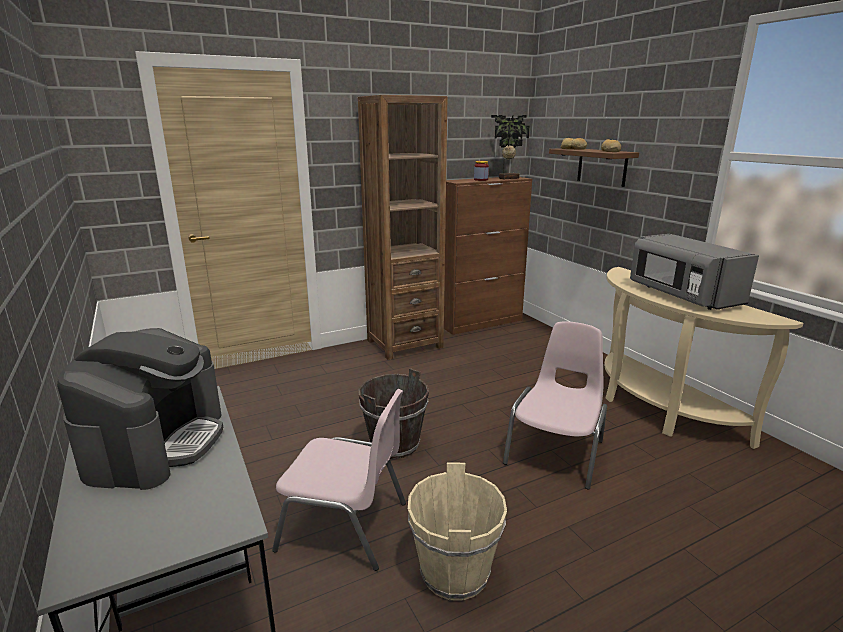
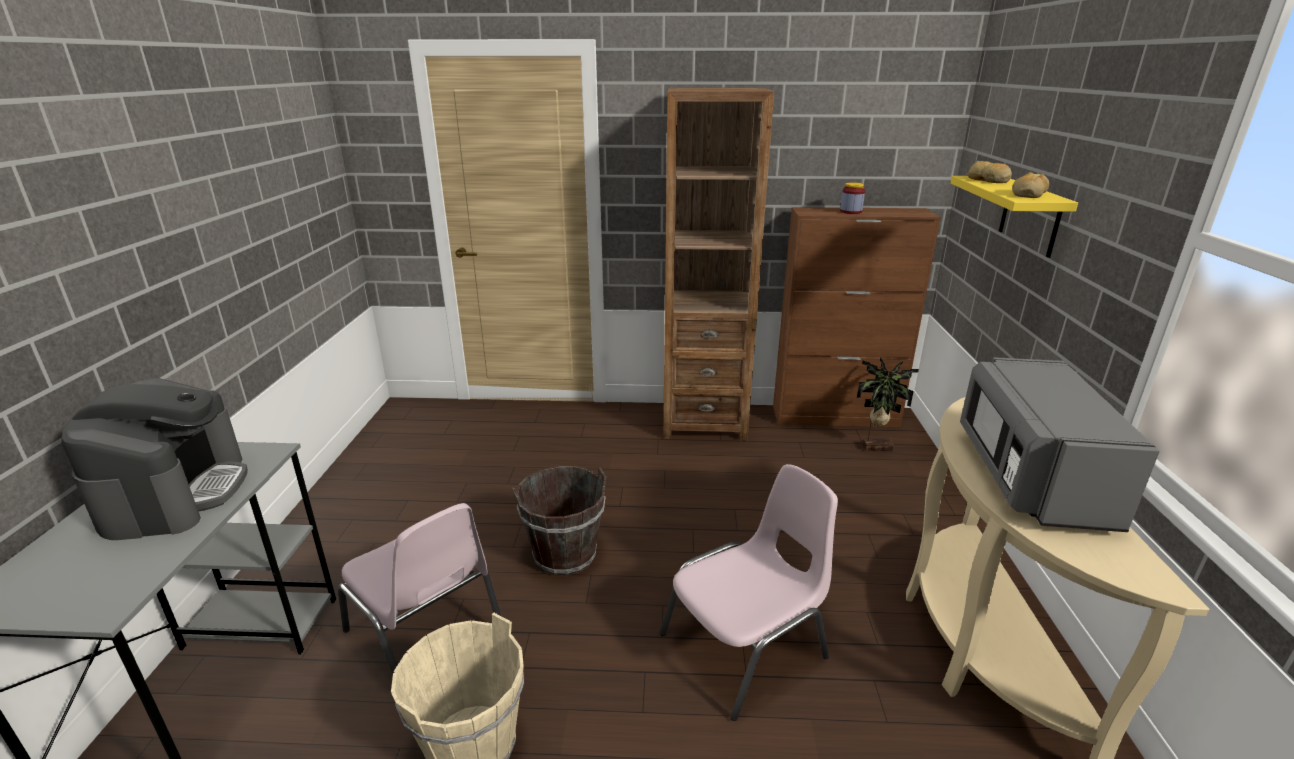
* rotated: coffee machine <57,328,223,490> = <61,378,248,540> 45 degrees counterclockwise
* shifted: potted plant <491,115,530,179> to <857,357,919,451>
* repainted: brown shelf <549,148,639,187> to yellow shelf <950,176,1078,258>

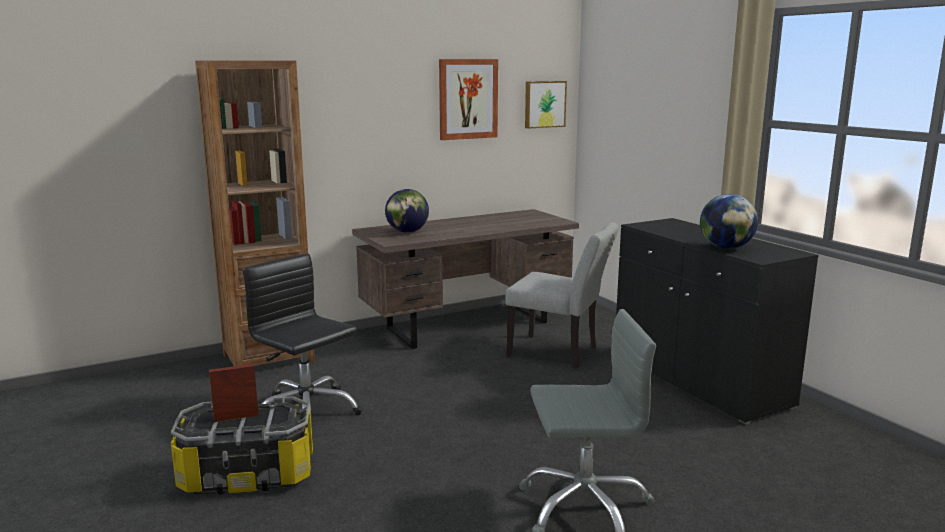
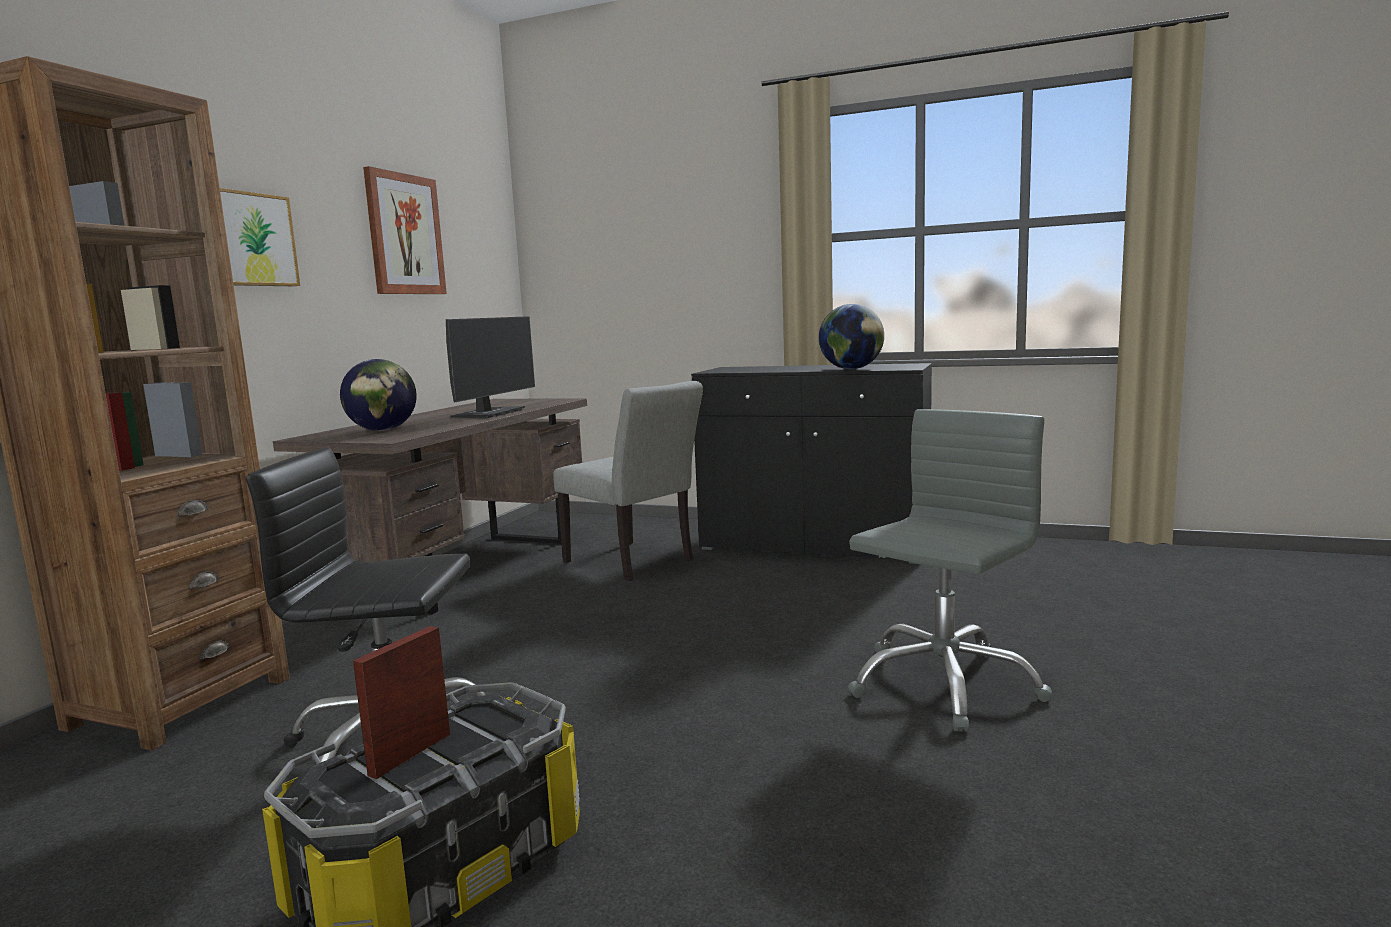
* rotated: grey chair <505,222,619,368> = <554,381,703,581> 60 degrees clockwise
* shifted: picture <525,81,567,129> to <220,188,300,286>
* new: monitor <446,316,535,418>

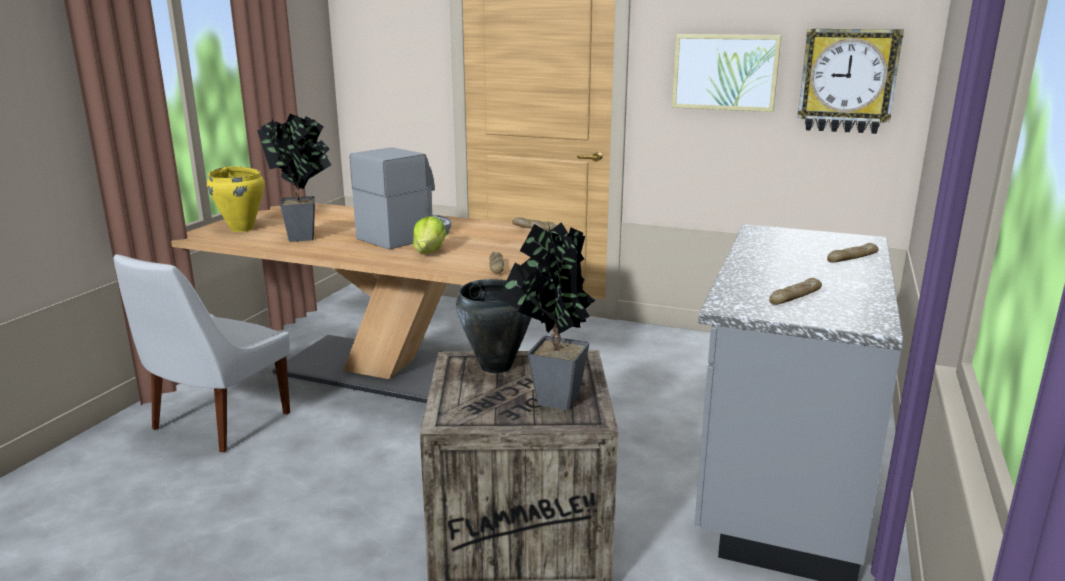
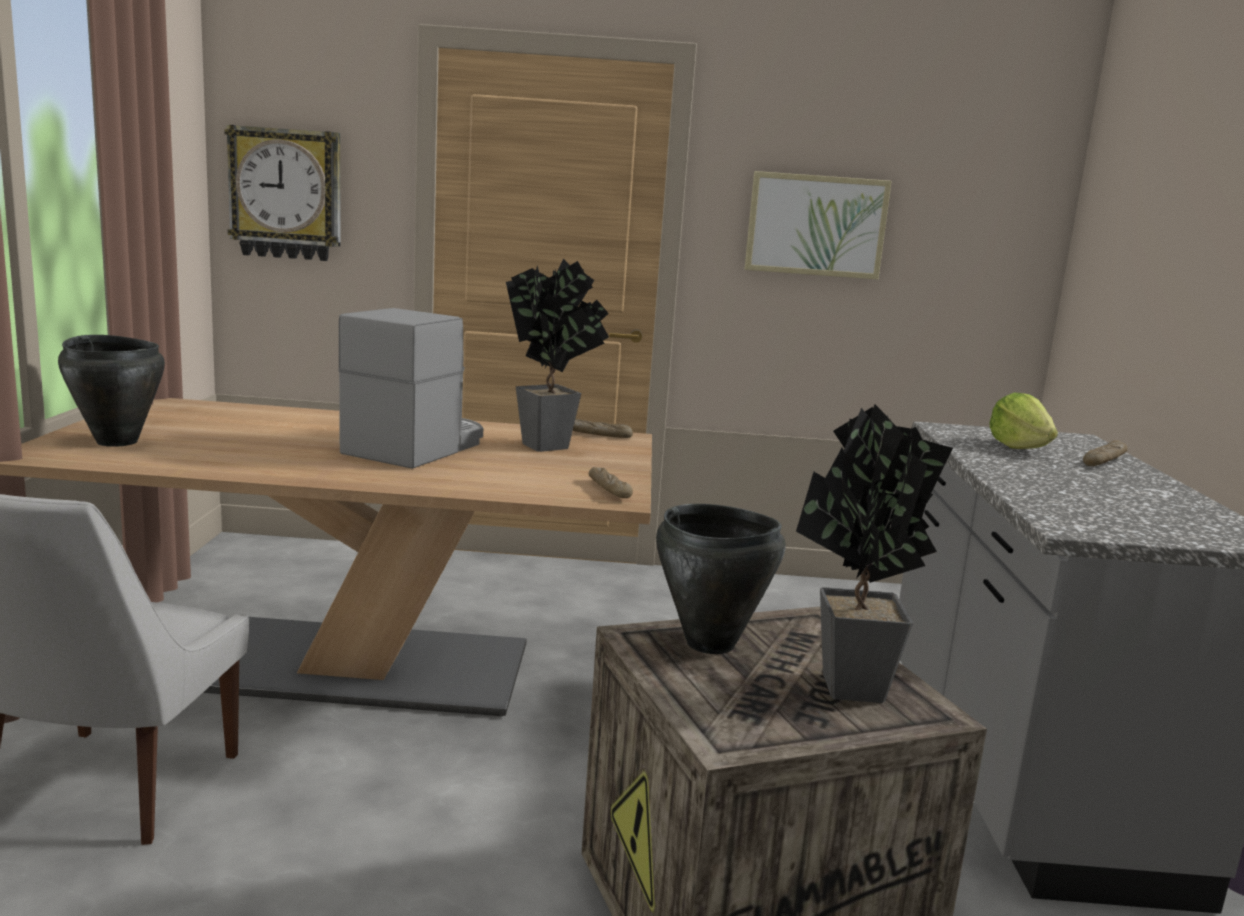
* repainted: yellow cooking pot <207,167,265,232> to black cooking pot <58,335,165,447>
* shifted: potted plant <257,114,331,242> to <506,259,609,452>
* shifted: lettuce <413,216,446,253> to <989,393,1058,449>
* gone: bread <769,278,822,305>
* shifted: wall clock <798,29,904,134> to <224,125,341,261>

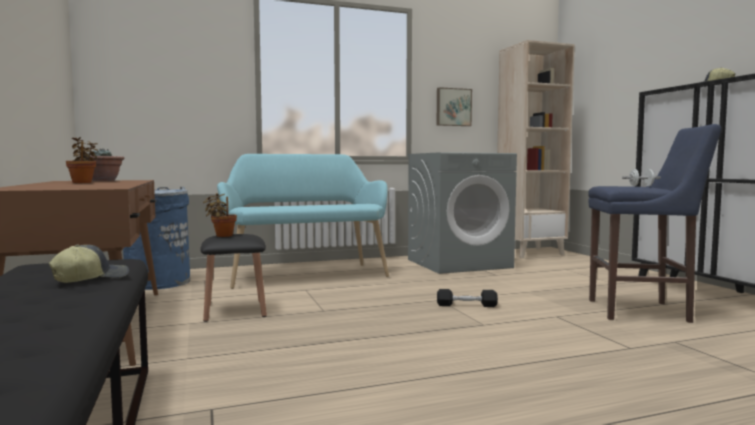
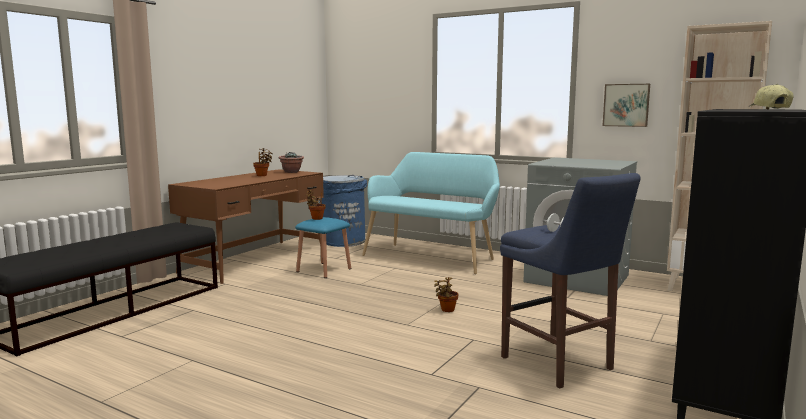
* gone: cap <49,245,129,283>
* repainted: black stool <200,234,267,322> to blue stool <295,217,351,278>
* swapped: black dumbbell <437,289,498,307> to potted plant <434,277,458,312>

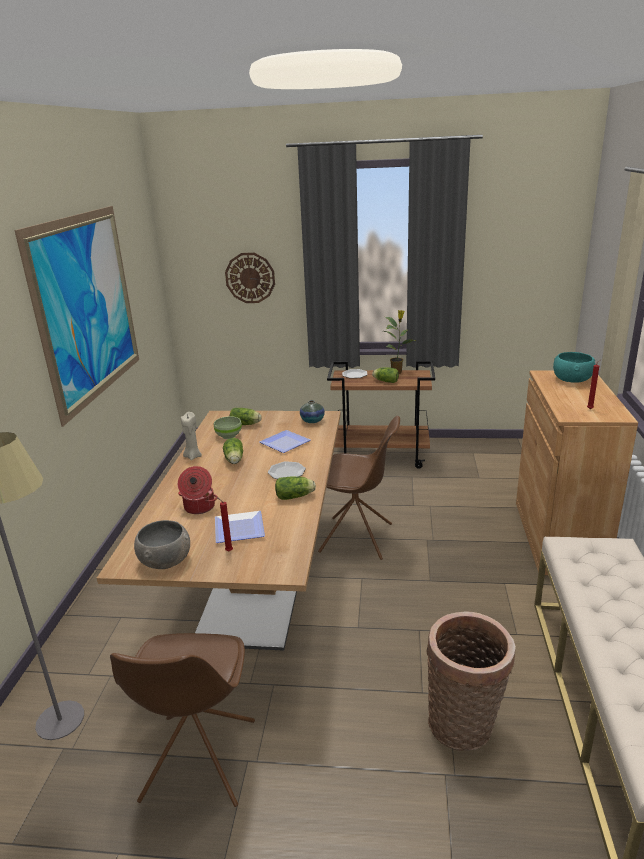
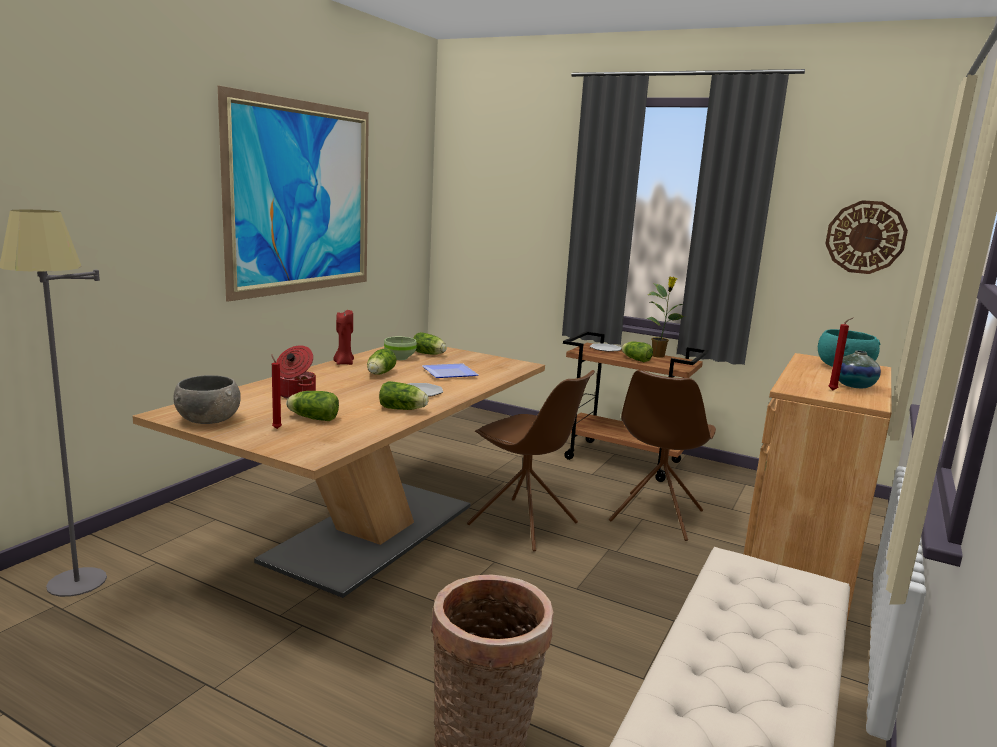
* shifted: brown chair <110,633,255,807> to <609,370,716,541>
* repainted: beige candle <181,412,202,460> to red candle <333,310,354,365>
* swapped: plate <215,511,265,543> to lettuce <286,391,339,421>
* shifted: wall clock <225,253,275,303> to <825,200,908,274>
* shifted: vase <300,400,325,423> to <839,350,881,388>

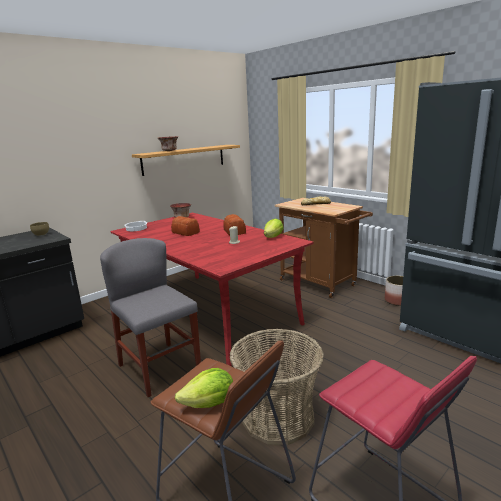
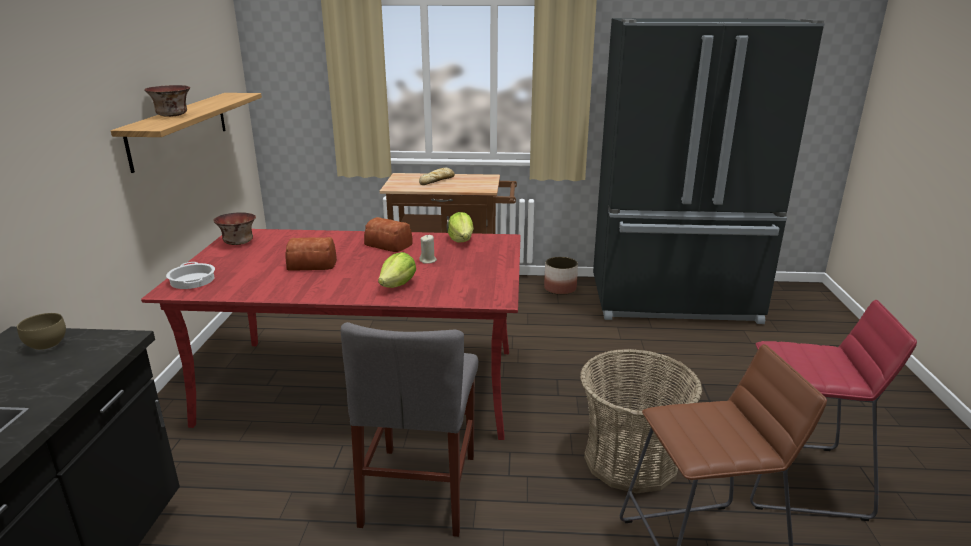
* rotated: grey chair <100,238,201,397> = <341,322,478,537> 90 degrees counterclockwise
* shifted: lettuce <175,368,233,408> to <378,252,416,288>

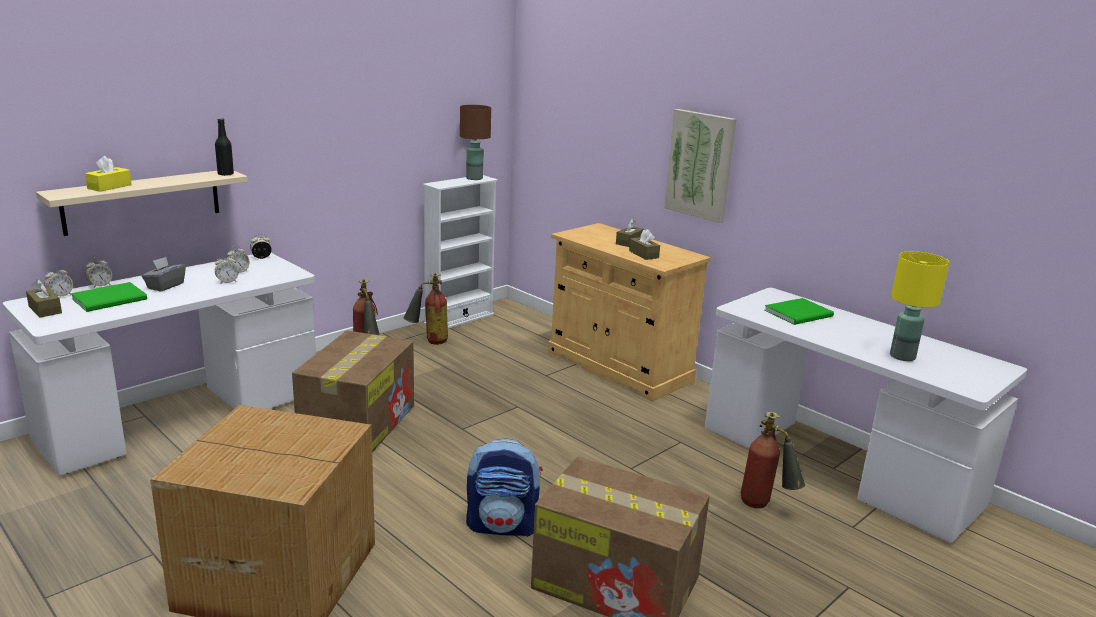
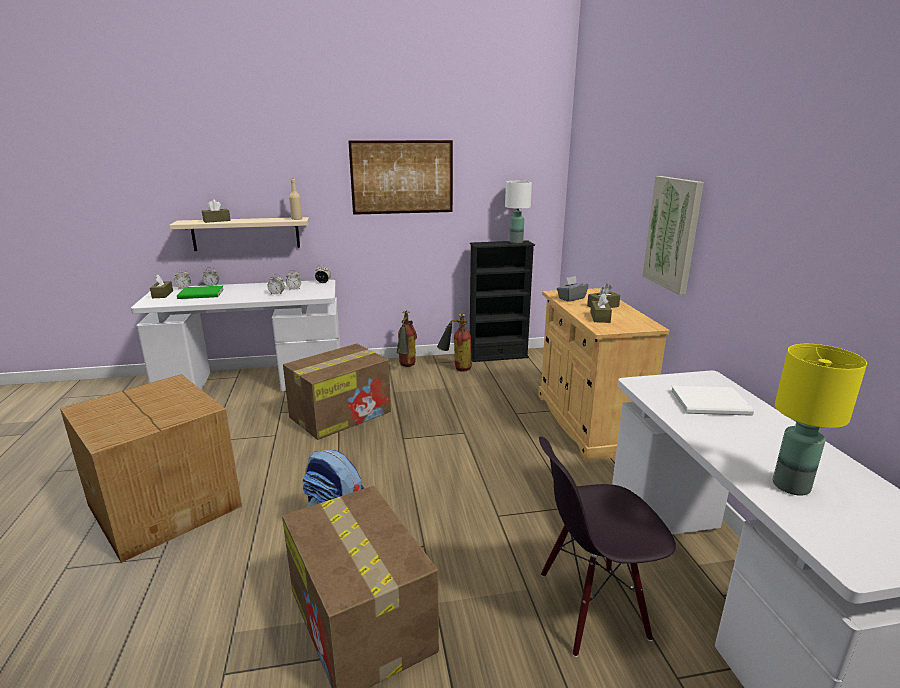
* repainted: yellow tissue box <85,156,132,192> to brown tissue box <202,200,231,223>
* shifted: grey tissue box <142,257,186,292> to <557,276,589,302>
* repainted: black bottle <215,118,234,176> to beige bottle <289,179,302,220>
* repainted: white bookcase <423,175,498,329> to black bookcase <470,240,535,362>
* repainted: brown table lamp <460,105,491,180> to white table lamp <505,181,532,243>
* swapped: fire extinguisher <741,412,805,508> to black chair <539,437,676,657>
* repainted: green book <764,298,834,325> to white book <671,386,754,416>
* new: picture <348,140,453,215>

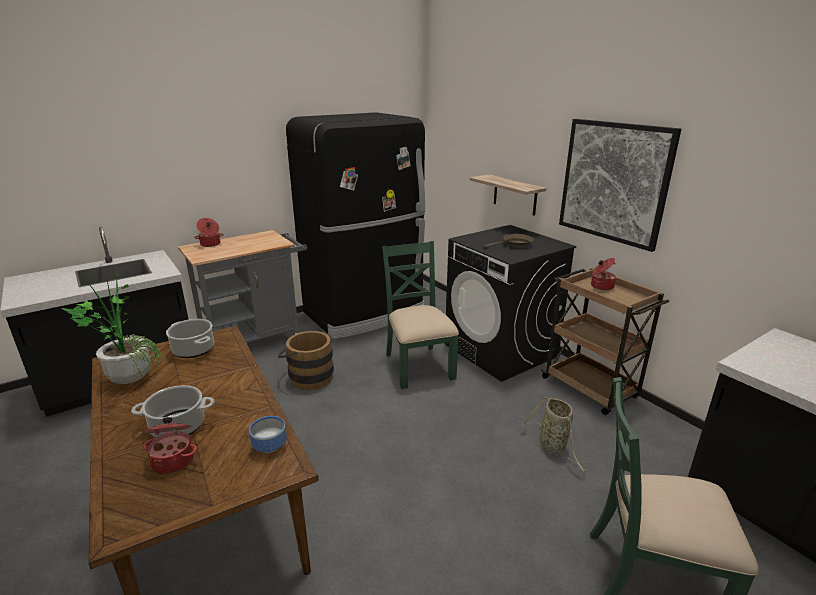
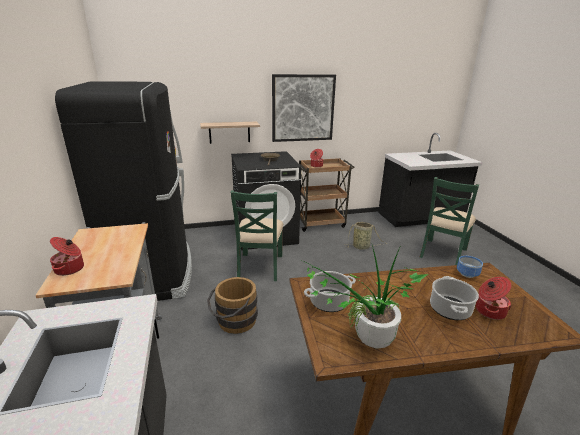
* rotated: green chair <382,241,459,389> = <231,190,283,281> 90 degrees counterclockwise

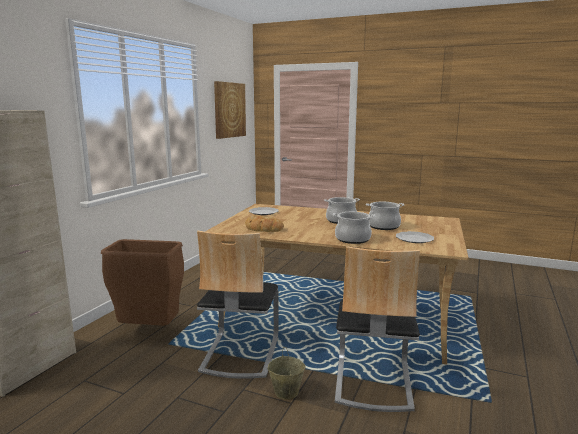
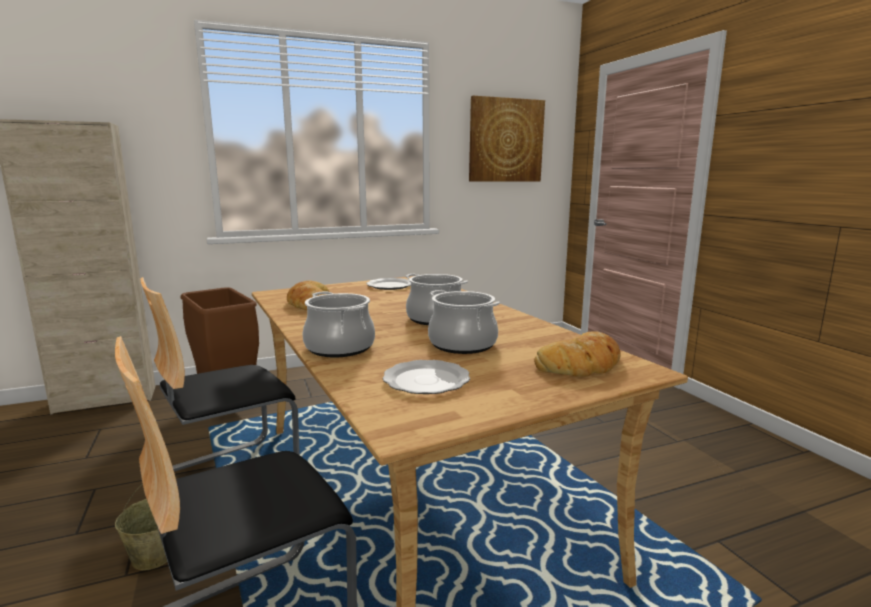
* new: bread <534,331,620,377>

